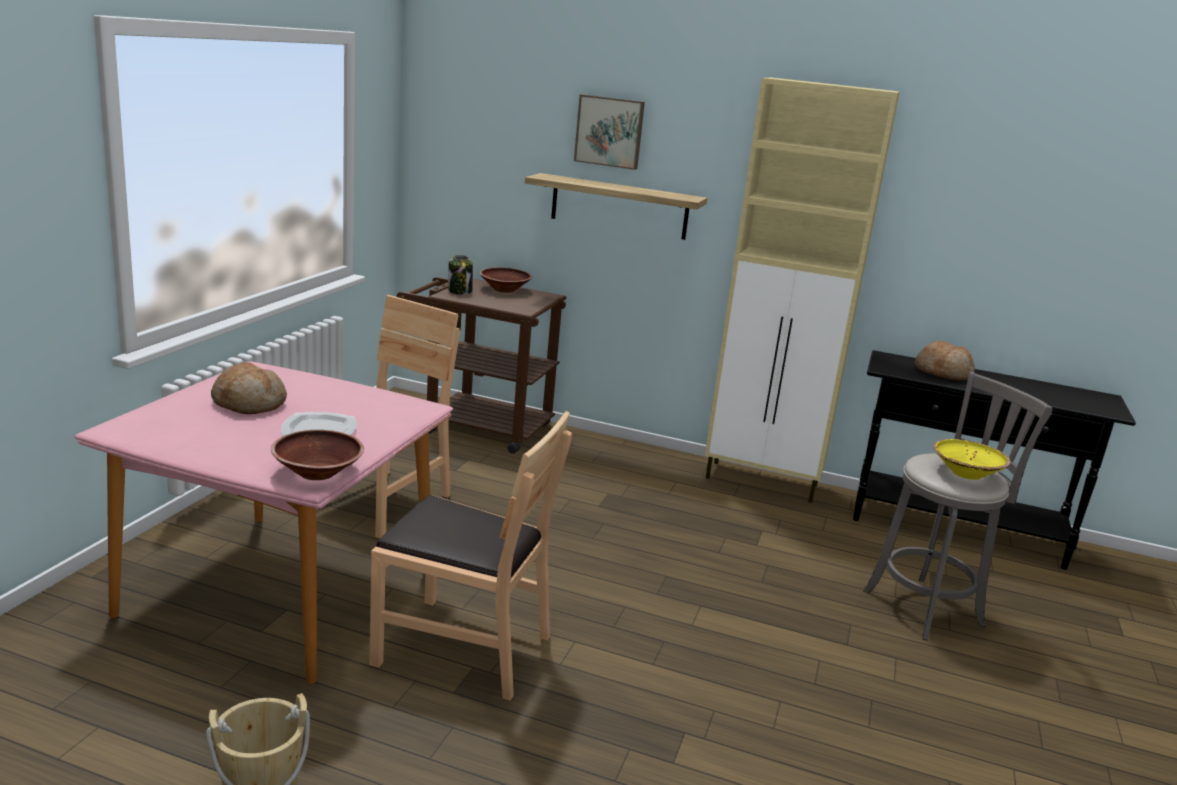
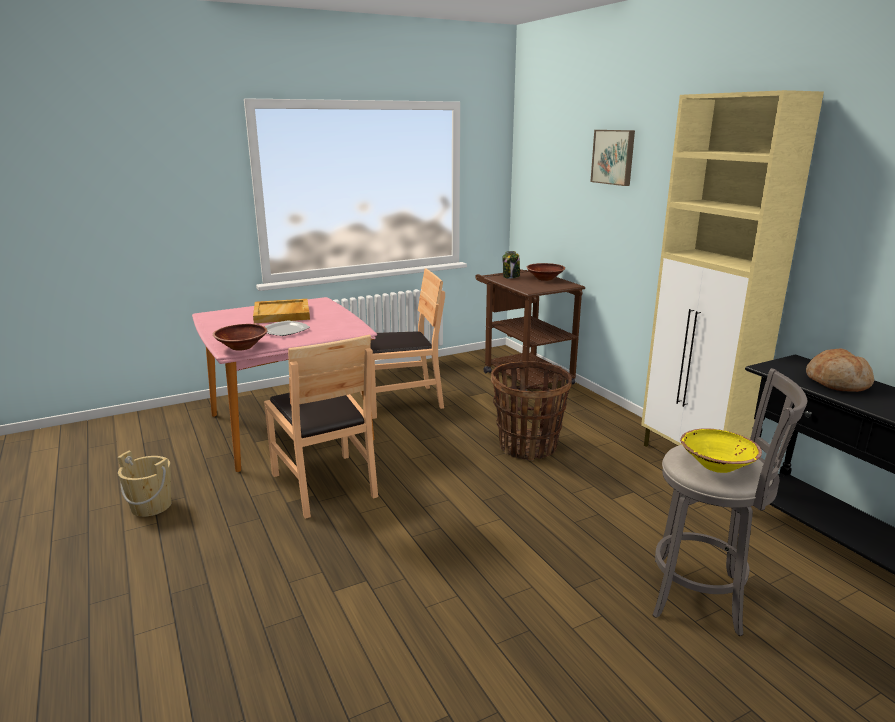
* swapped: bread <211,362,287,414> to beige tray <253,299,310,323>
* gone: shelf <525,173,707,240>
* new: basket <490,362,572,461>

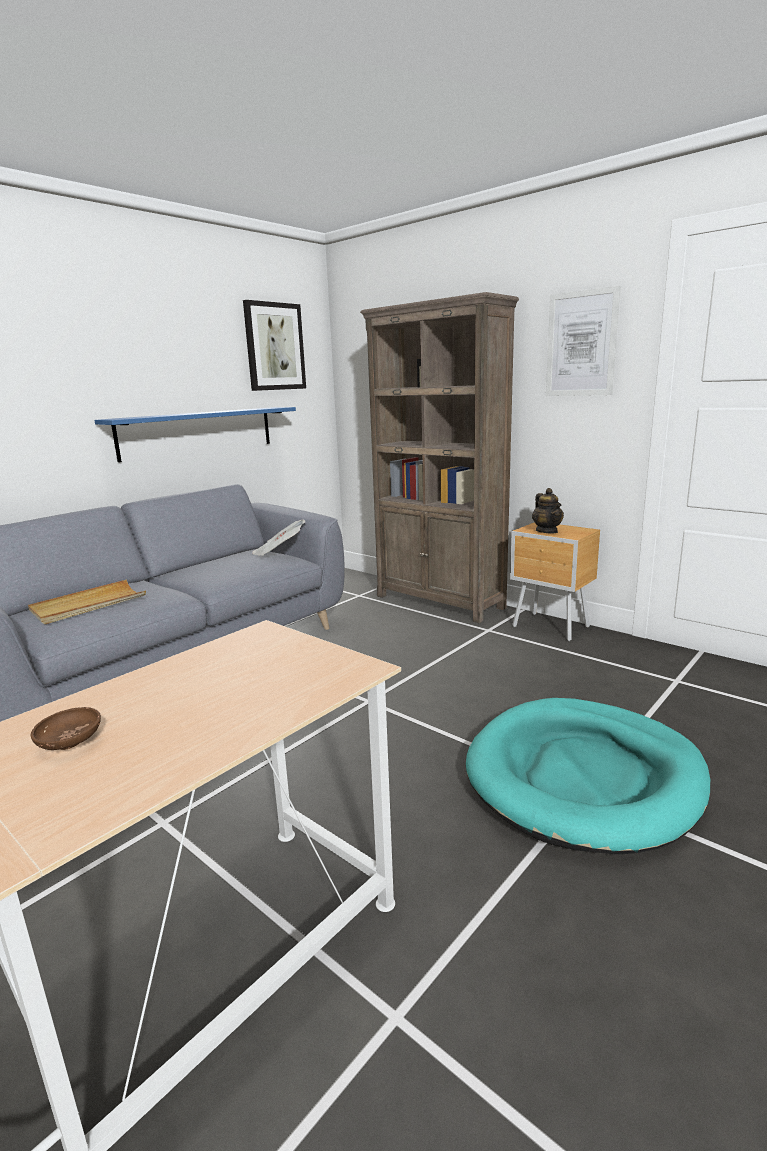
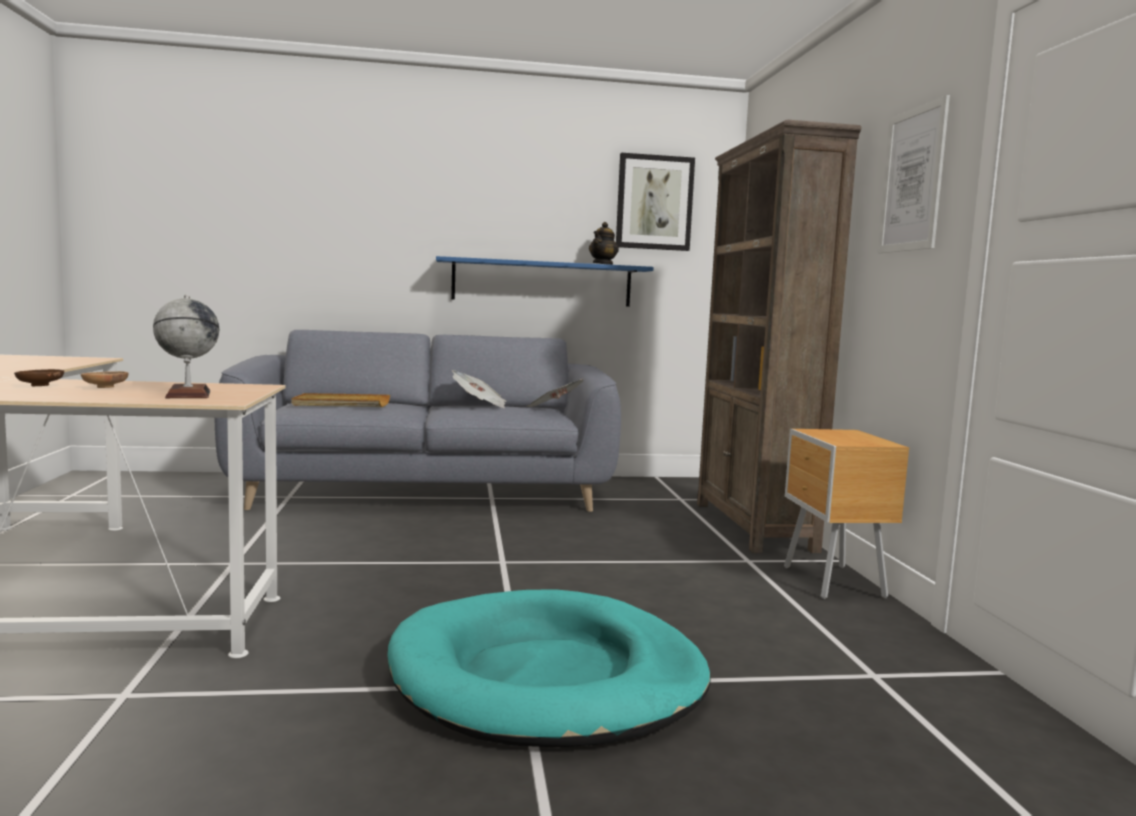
* shifted: teapot <532,488,564,533> to <589,222,619,265>
* new: brown bowl <81,371,129,388>
* new: globe <153,295,220,398>
* new: newspaper <452,370,506,408>

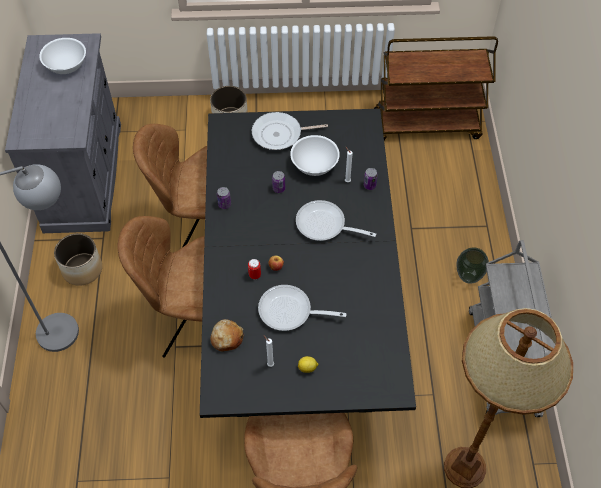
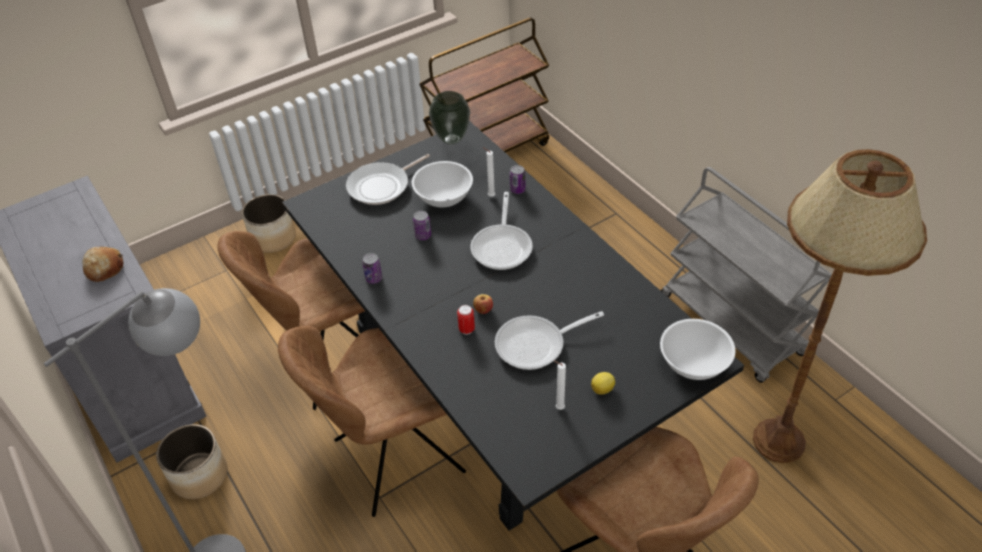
* shifted: white bowl <39,38,86,74> to <660,319,735,380>
* shifted: bread <210,319,244,352> to <82,247,123,282>
* rotated: frying pan <296,200,376,241> = <470,192,533,270> 75 degrees counterclockwise
* shifted: vase <457,247,489,284> to <429,91,470,144>

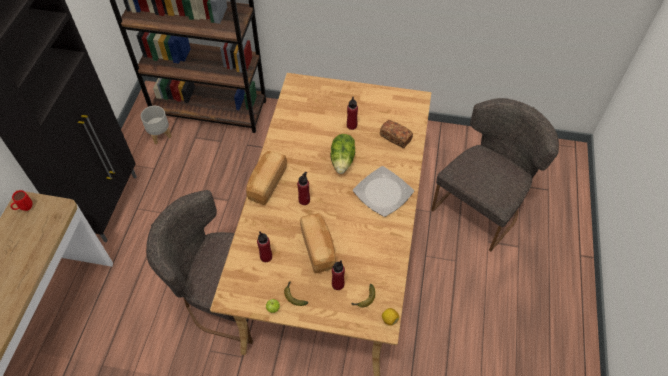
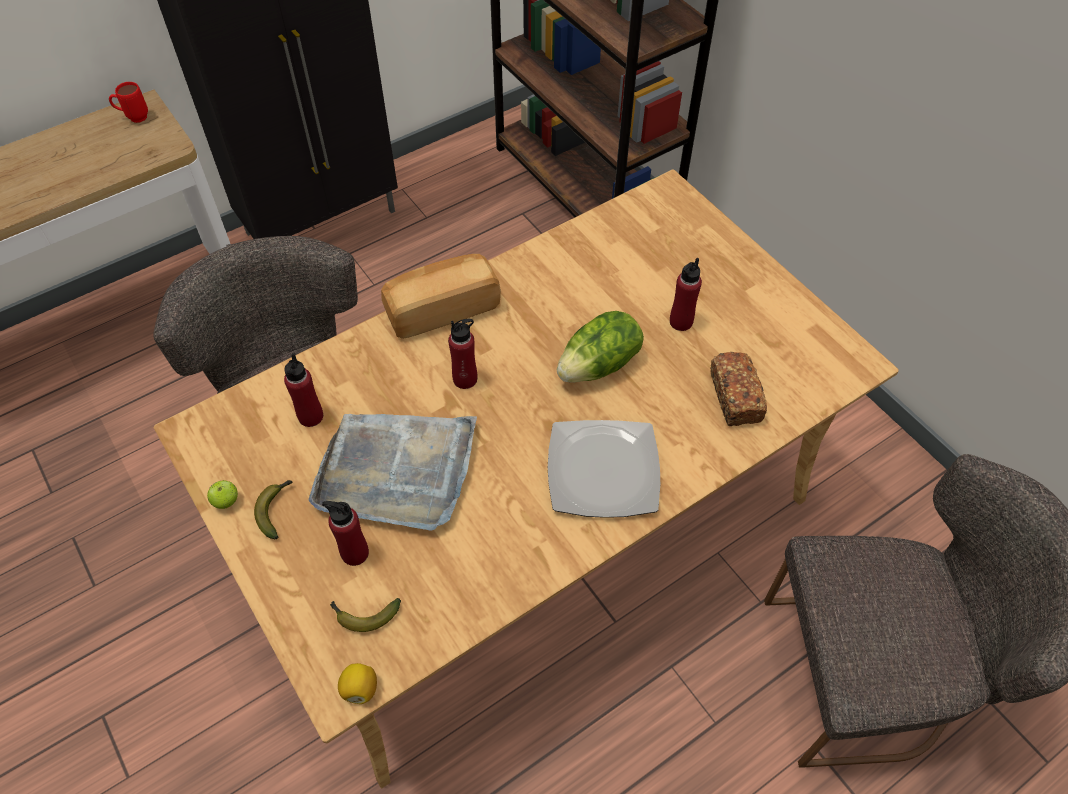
* gone: grey planter <141,106,172,144>
* swapped: bread <300,213,336,273> to grey tray <309,414,477,531>

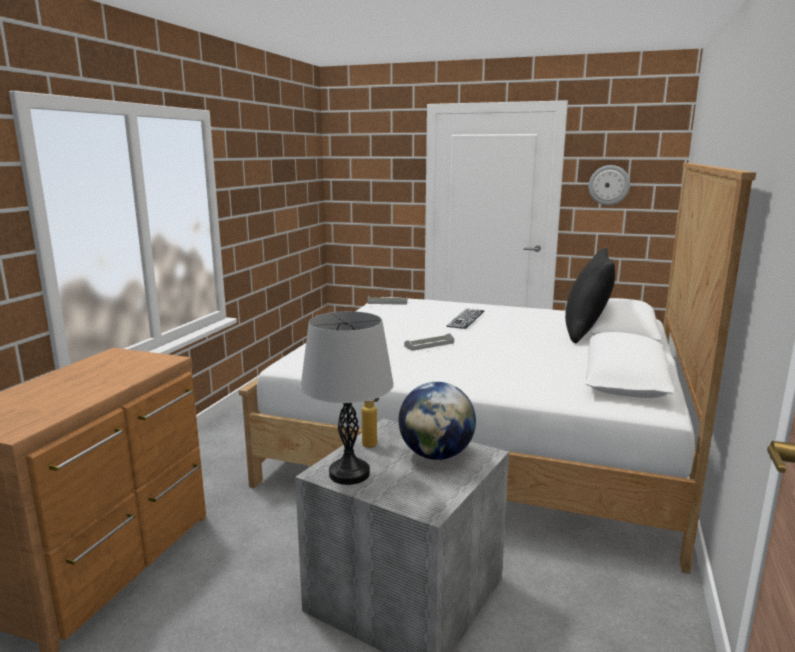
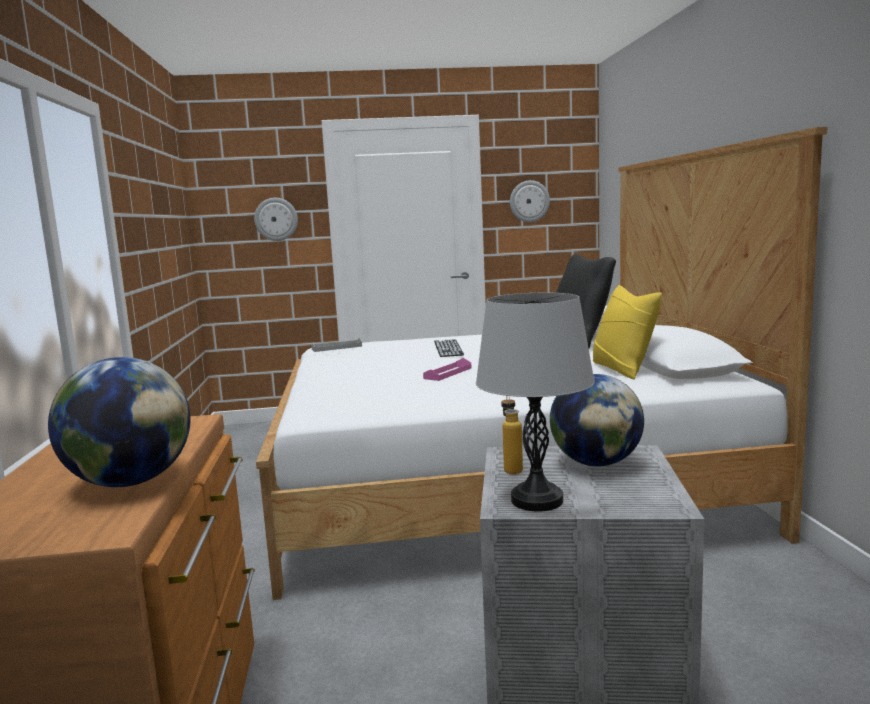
* repainted: grey tray <404,333,454,351> to pink tray <423,358,471,381>
* new: globe <48,357,191,487>
* new: wall clock <254,198,298,241>
* new: yellow pillow <593,285,662,379>

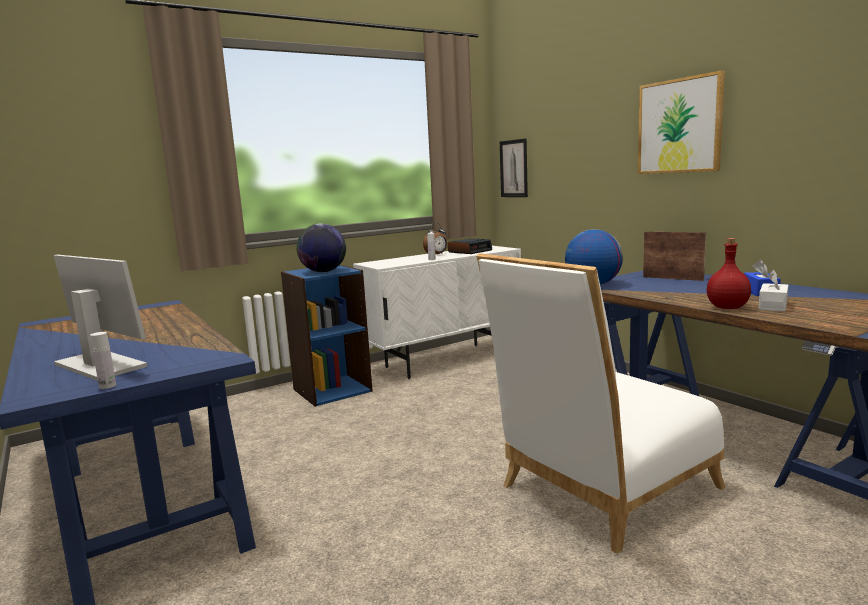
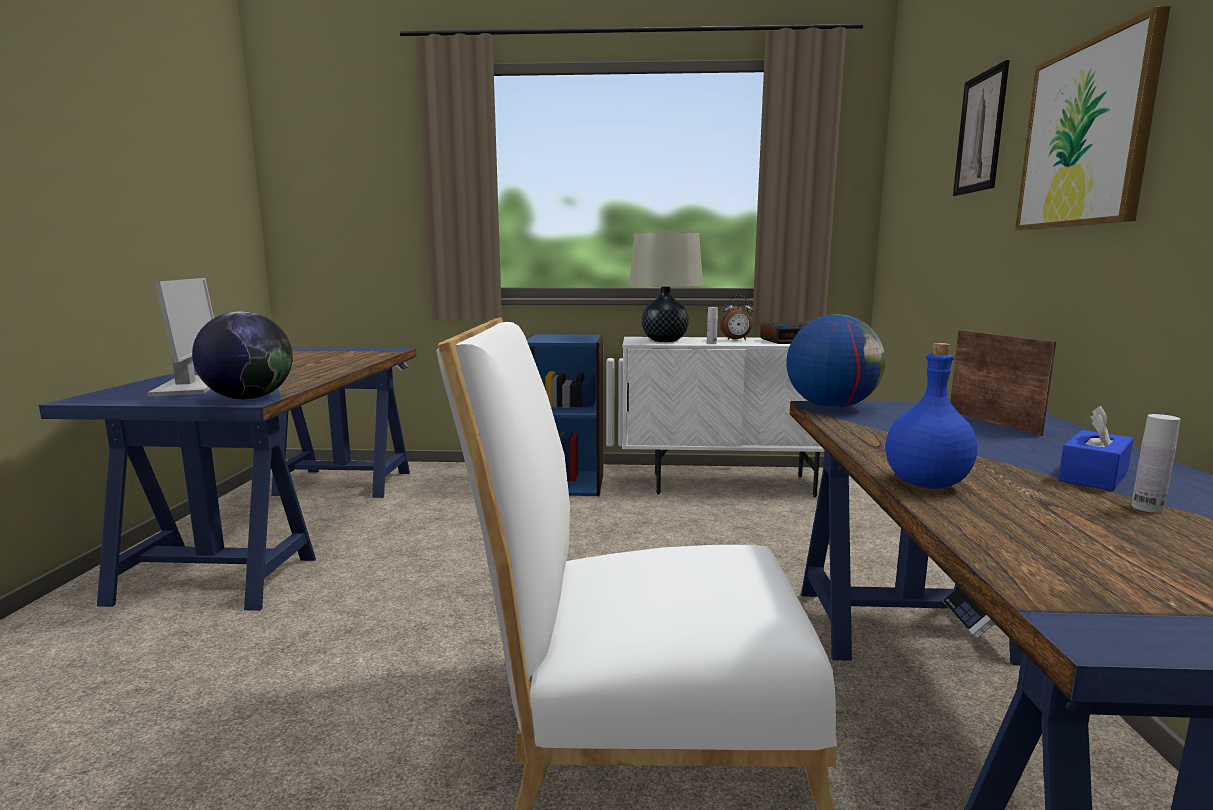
* shifted: white bottle <90,332,116,389> to <1131,414,1181,513>
* shifted: globe <297,223,346,272> to <192,311,293,400>
* shifted: picture <500,138,528,197> to <953,60,1009,196>
* repainted: red bottle <707,238,751,309> to blue bottle <885,343,978,489>
* gone: white tissue box <759,270,788,311>
* new: beige table lamp <629,232,703,342>

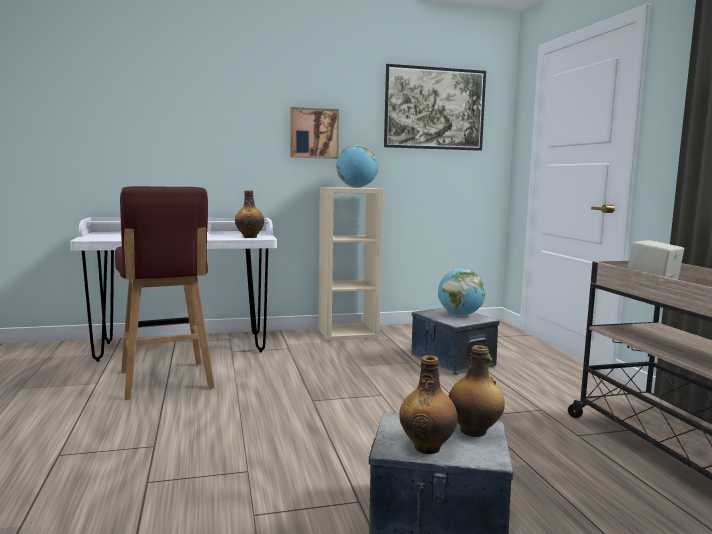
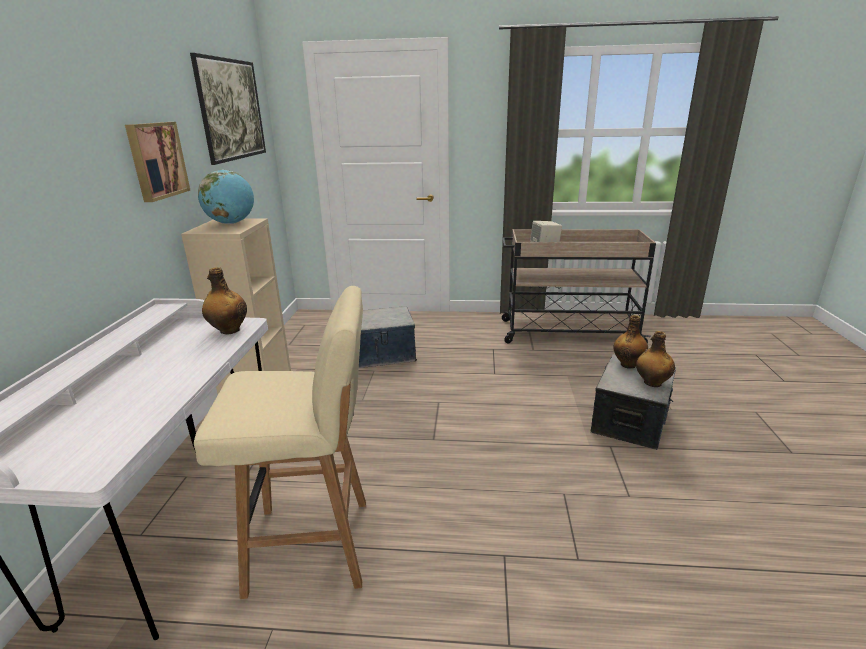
* repainted: red stool <115,186,215,400> to beige stool <194,286,366,599>
* gone: globe <438,268,486,316>

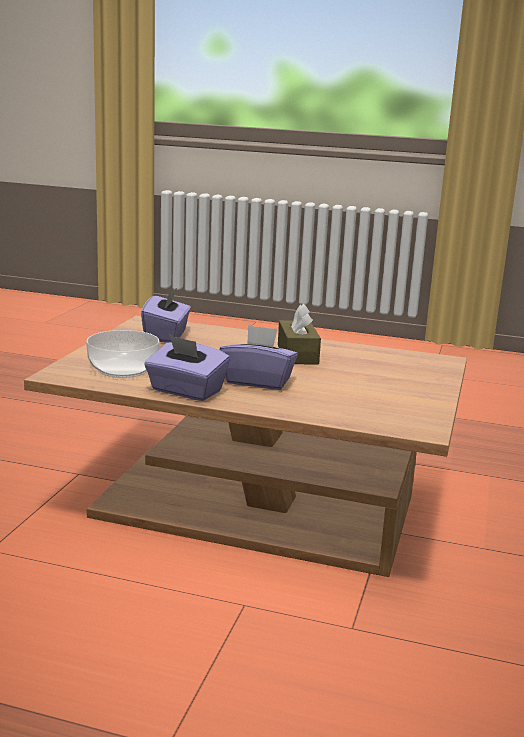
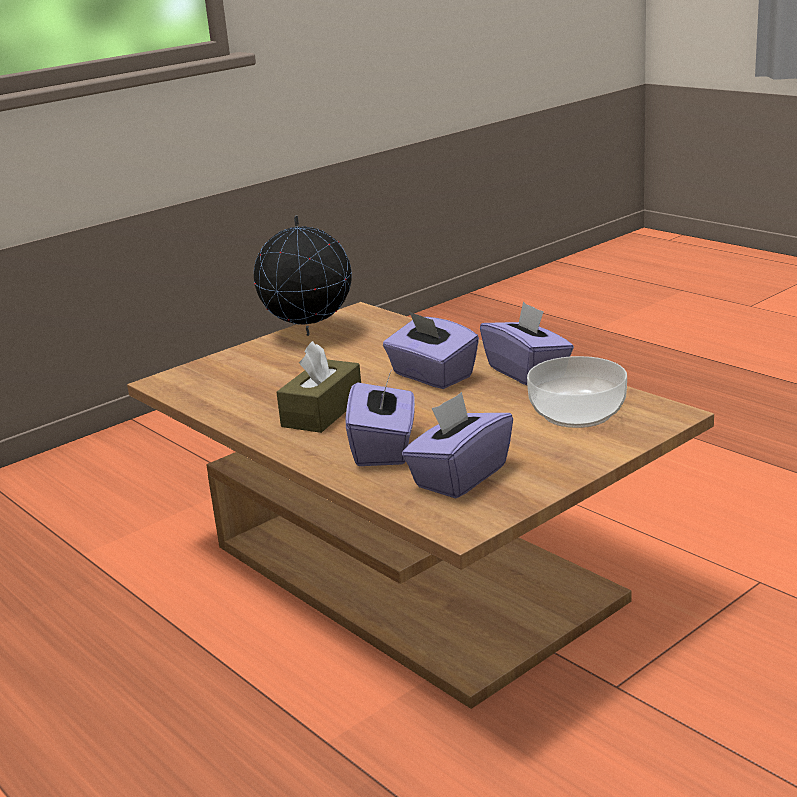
* new: globe <254,215,352,336>
* new: purple tissue box <345,370,415,466>

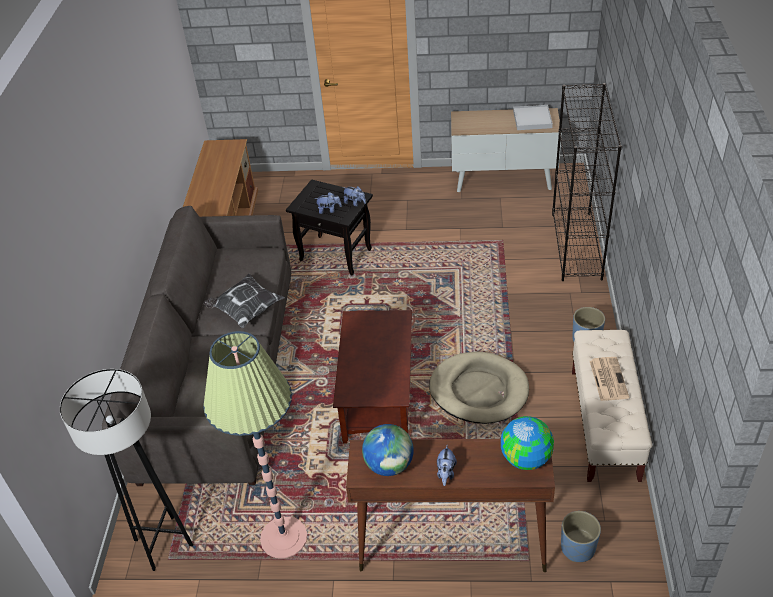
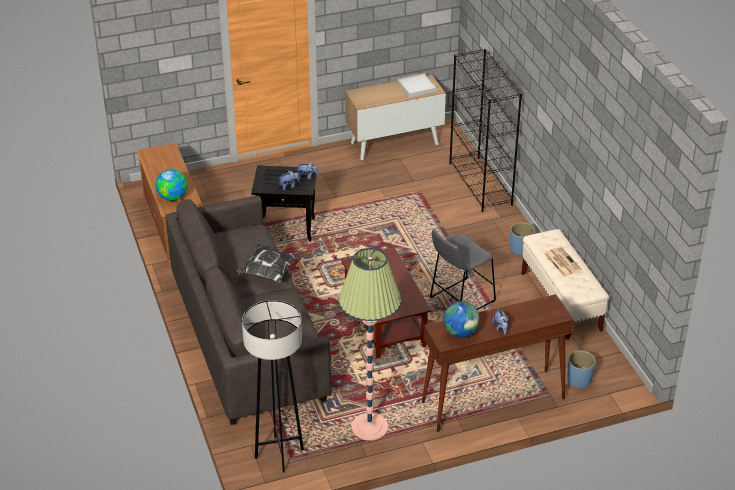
* swapped: beige dog bed <429,352,529,424> to grey stool <430,229,496,310>
* shifted: globe <501,416,554,470> to <155,169,188,201>

